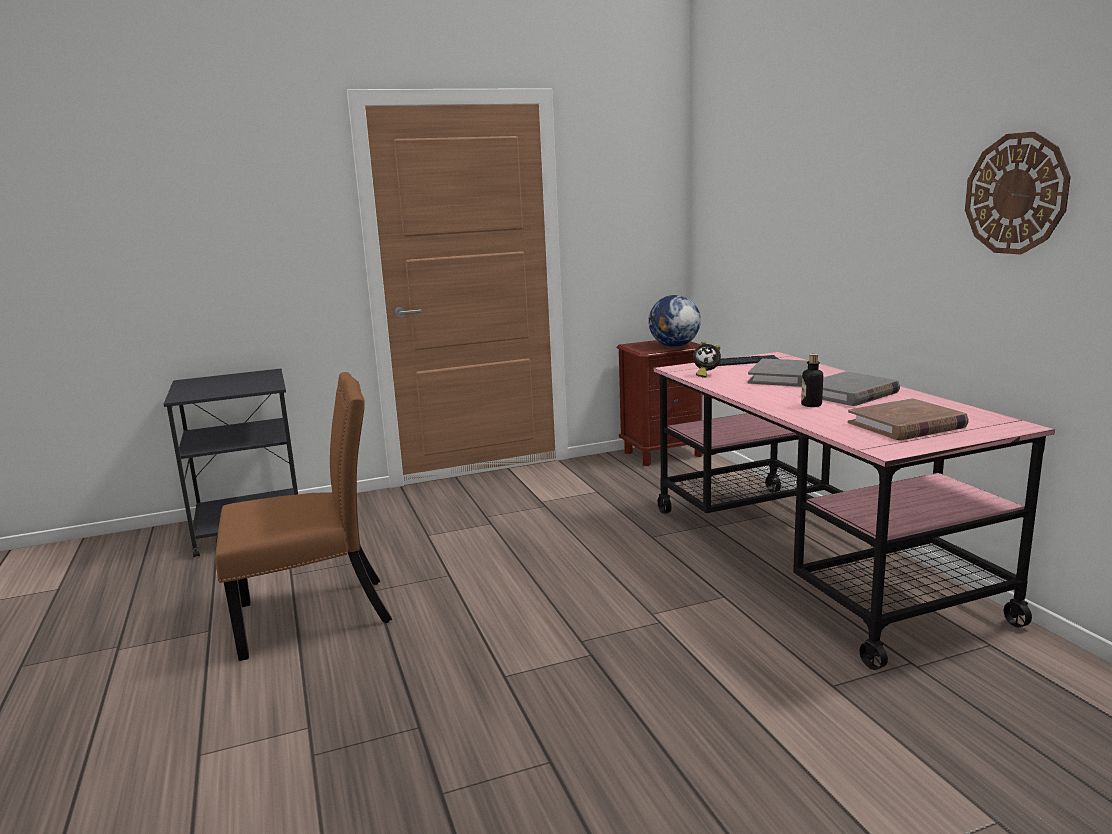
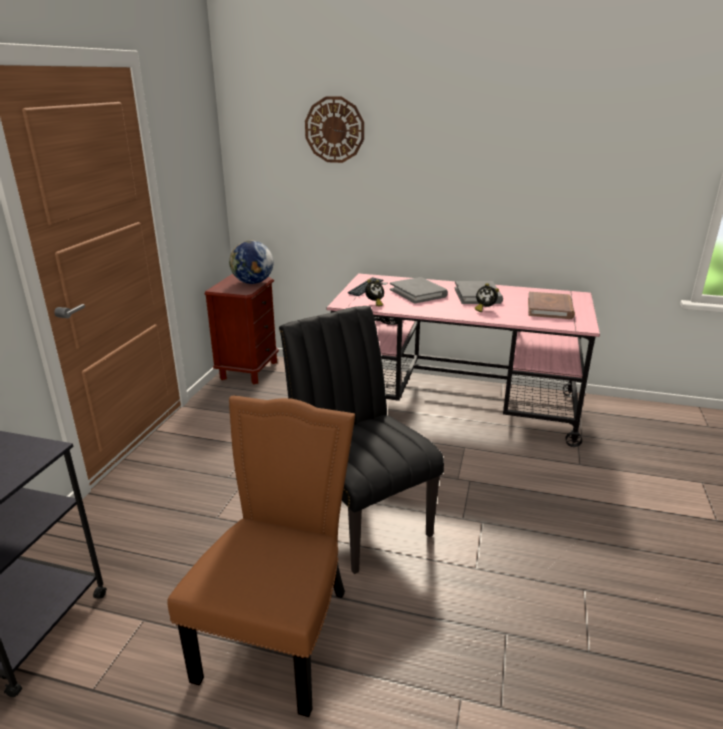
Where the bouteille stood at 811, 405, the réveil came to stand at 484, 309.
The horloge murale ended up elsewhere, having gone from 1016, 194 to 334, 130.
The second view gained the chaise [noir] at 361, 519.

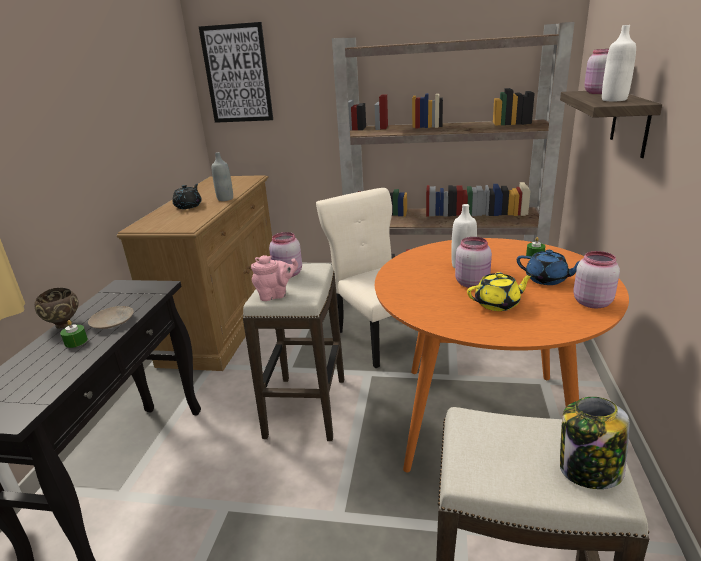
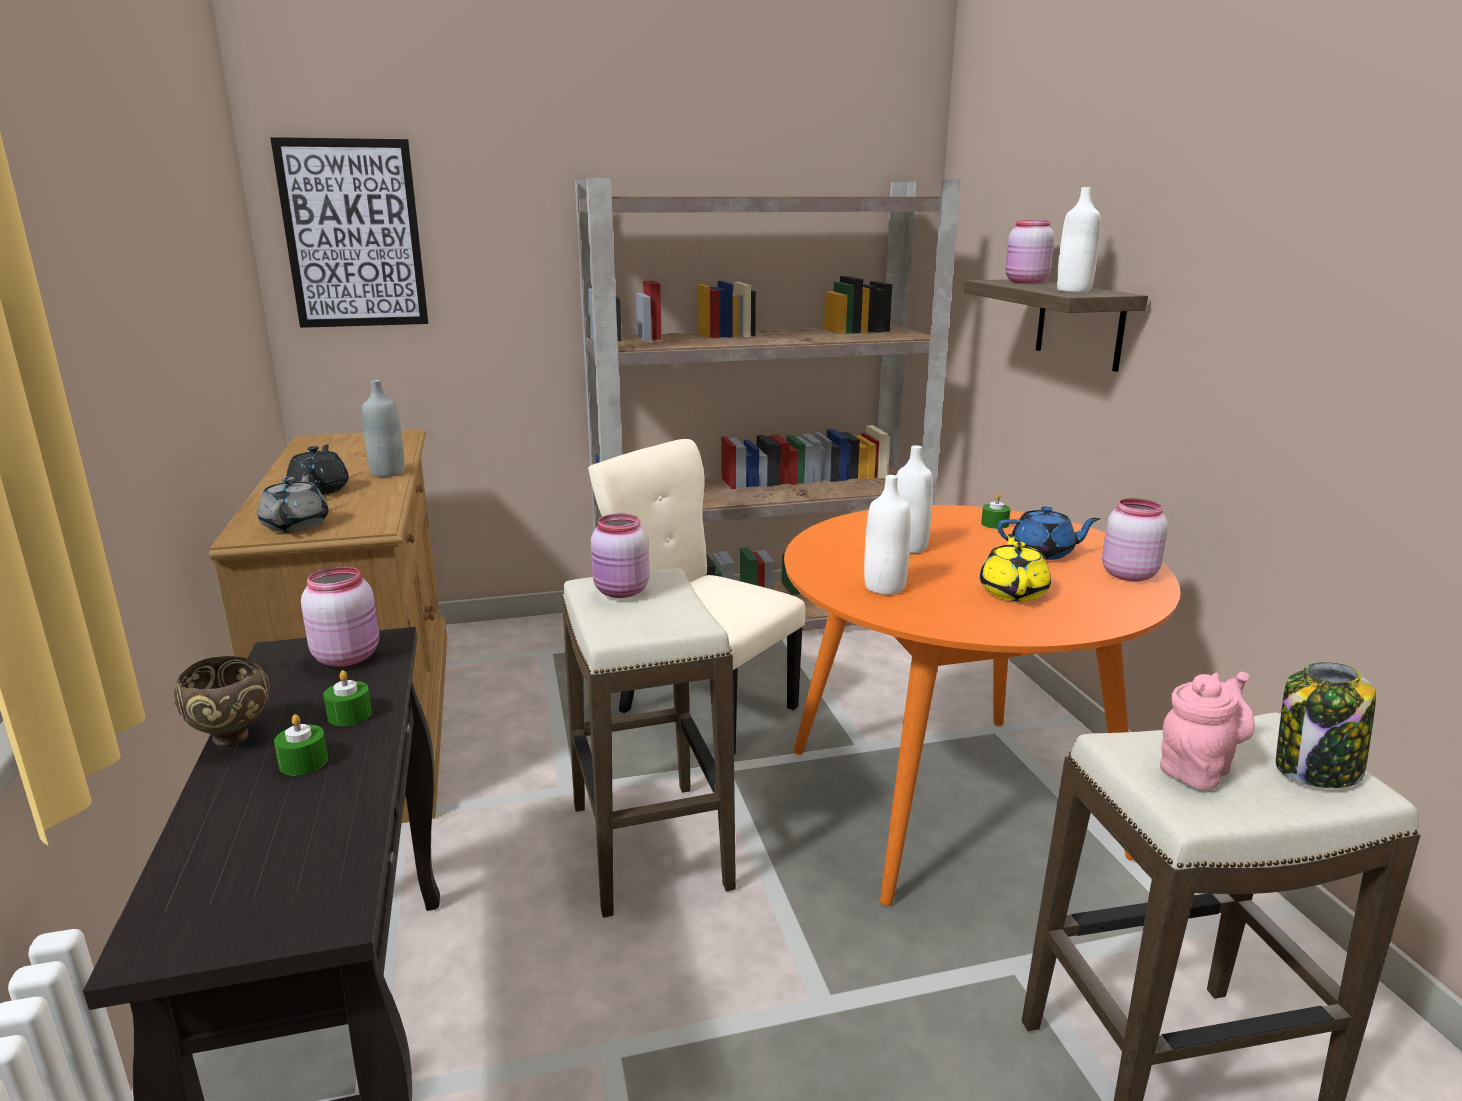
Where the assiette [beige] stood at 113, 322, the bougie [vert] came to stand at 349, 715.
The théière [rose] ended up elsewhere, having gone from 275, 295 to 1197, 768.
The bocal [rose] ended up elsewhere, having gone from 472, 283 to 348, 656.
The théière [jaune] at 498, 304 ended up facing another way, 45 degrees counterclockwise from before.
The second view gained the théière [gris] at 297, 525.
The second view gained the bouteille [blanc] at 884, 587.

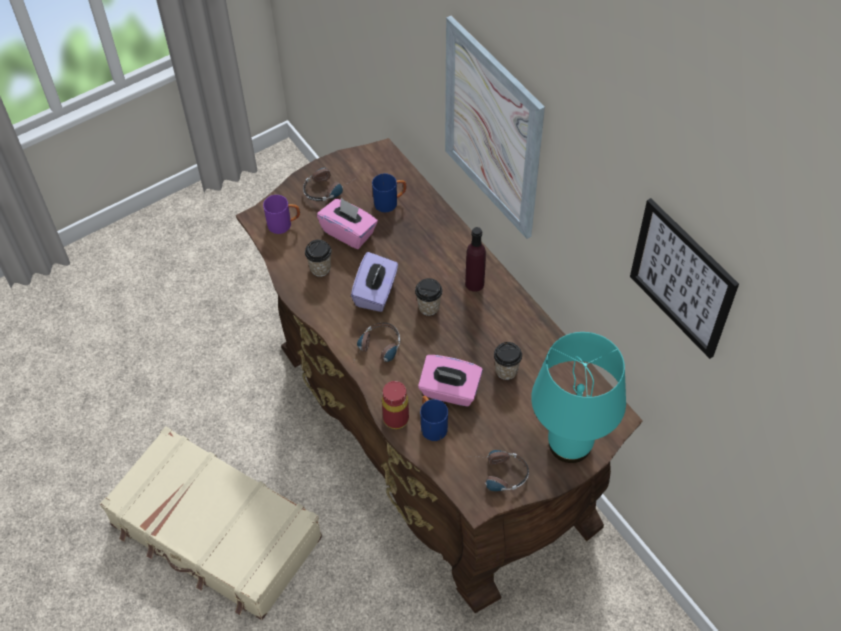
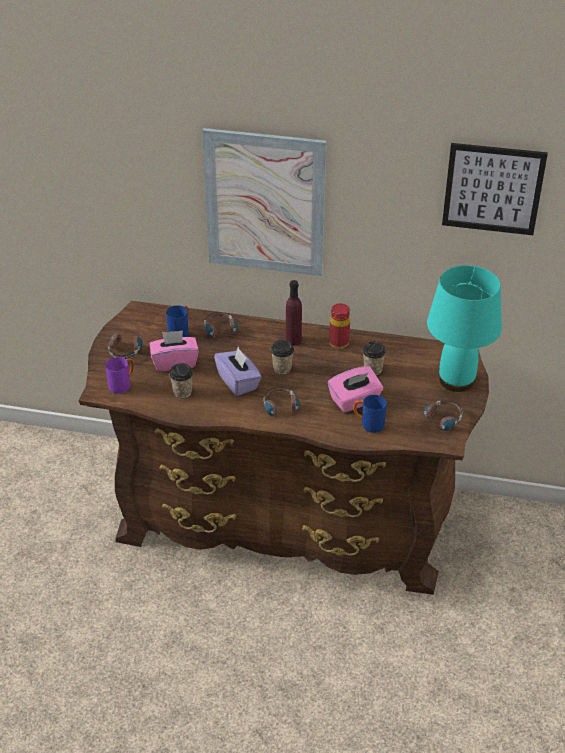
The second view lost the valise [beige] at 215, 533.
The bouteille [rouge] ended up elsewhere, having gone from 396, 419 to 339, 343.
The second view gained the casque audio at 221, 332.

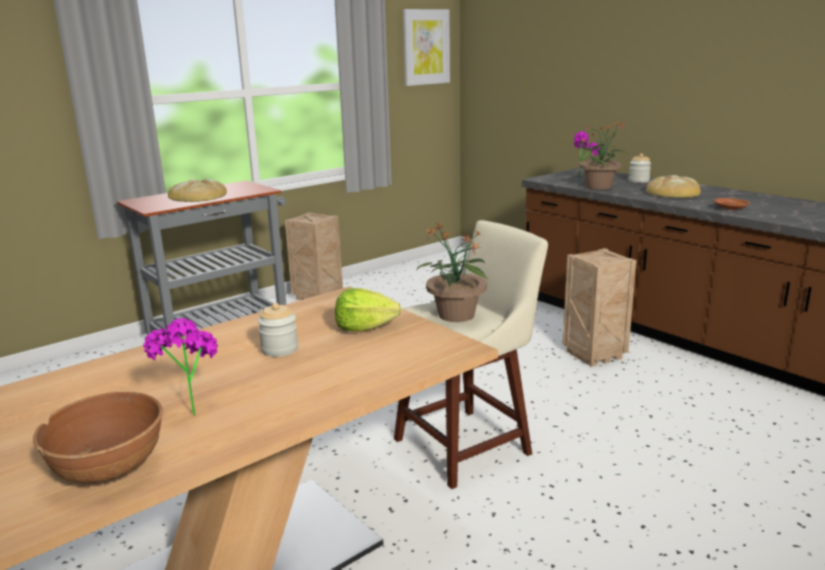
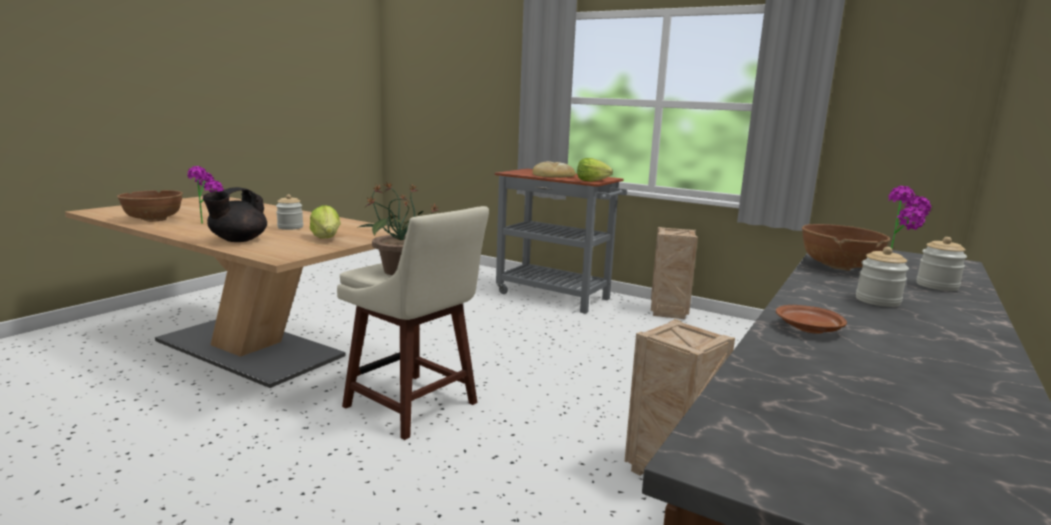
The second view lost the tableau at 426, 47.
Where the plante en pot stood at 599, 186, the bol [marron] came to stand at 838, 266.
Where the pain stood at 673, 192, the bocal came to stand at 877, 301.
The second view gained the théière [noir] at 238, 240.
The second view gained the laitue at 591, 181.

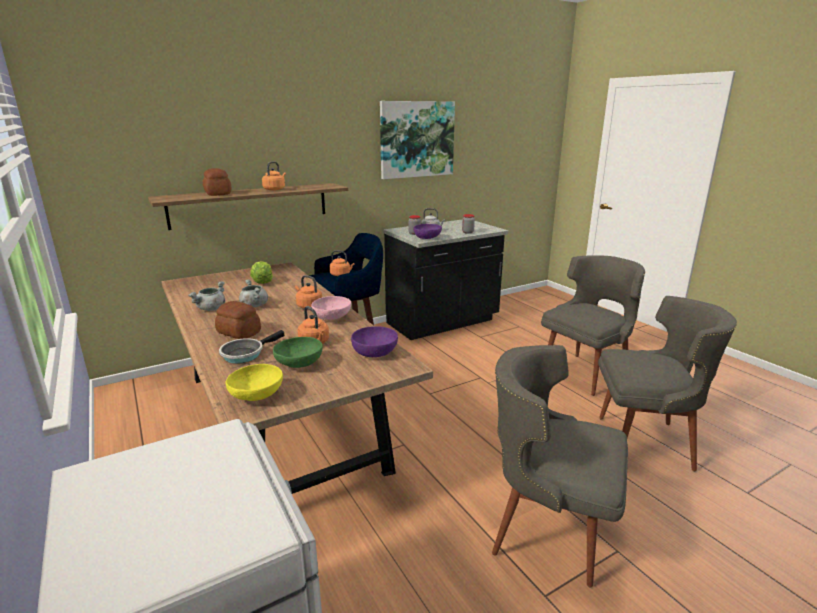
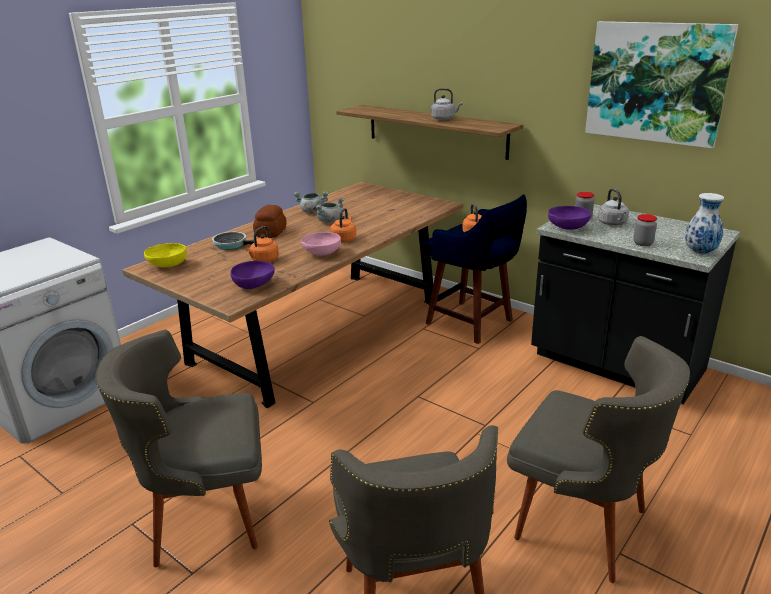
The second view lost the pain at 217, 193.
The second view lost the laitue at 262, 282.
What was the bouilloire [orange] at 275, 189 turned into the bouilloire [gris] at 444, 119.
The second view lost the bol [vert] at 299, 365.
The chaise [gris] at 549, 533 ended up facing another way, 105 degrees counterclockwise from before.
The second view gained the vase at 700, 252.

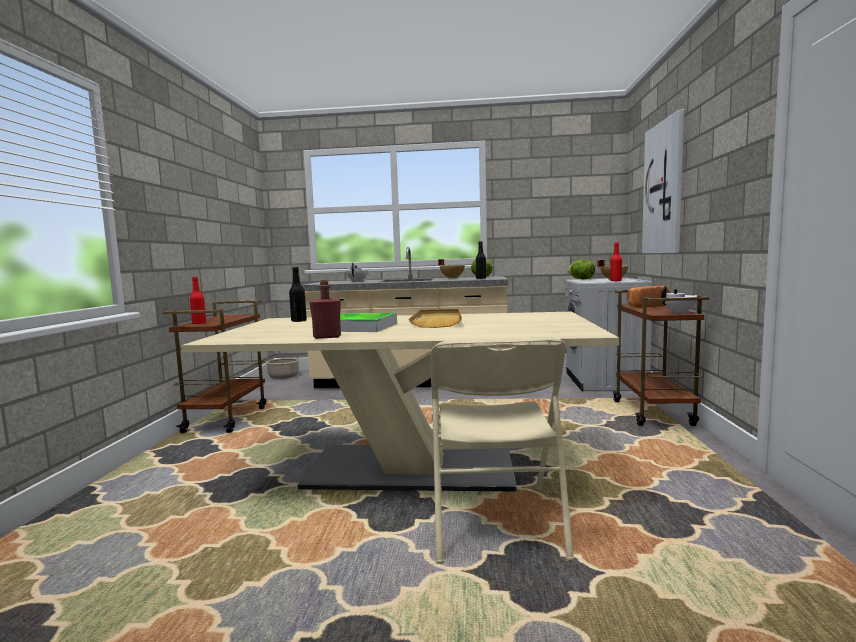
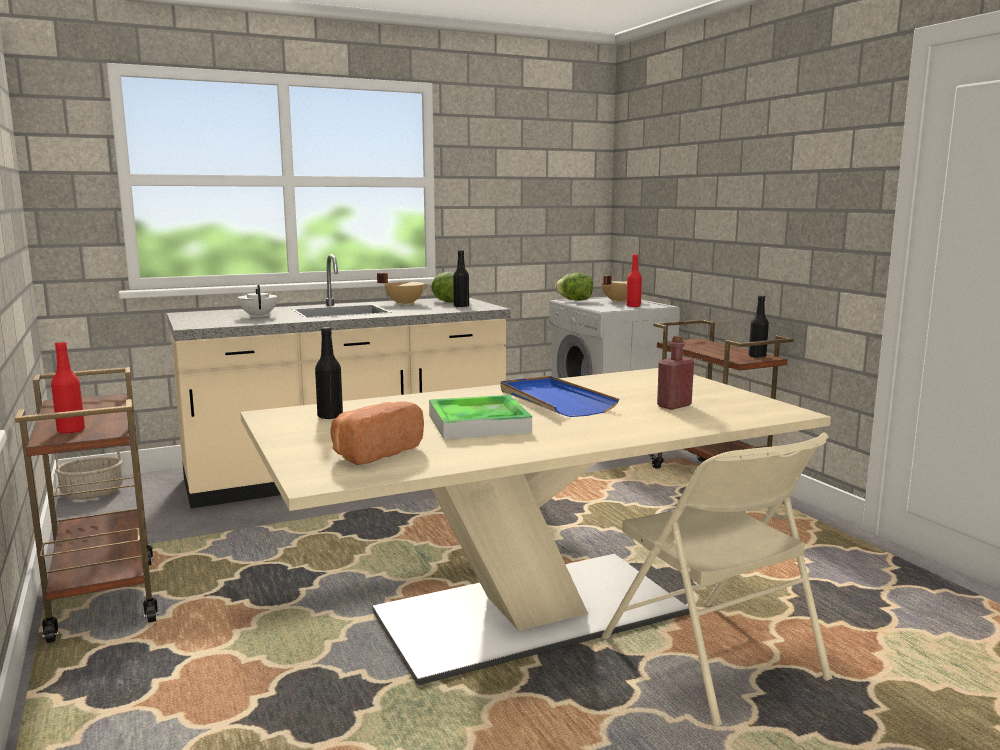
The bouteille [rouge] ended up elsewhere, having gone from 327, 337 to 674, 406.
What was the plateau [beige] at 437, 321 turned into the plateau [bleu] at 554, 400.
The pain ended up elsewhere, having gone from 645, 306 to 374, 452.
The second view lost the tableau at 664, 188.
Where the théière [blanc] stood at 679, 312, the bouteille [noir] came to stand at 757, 356.

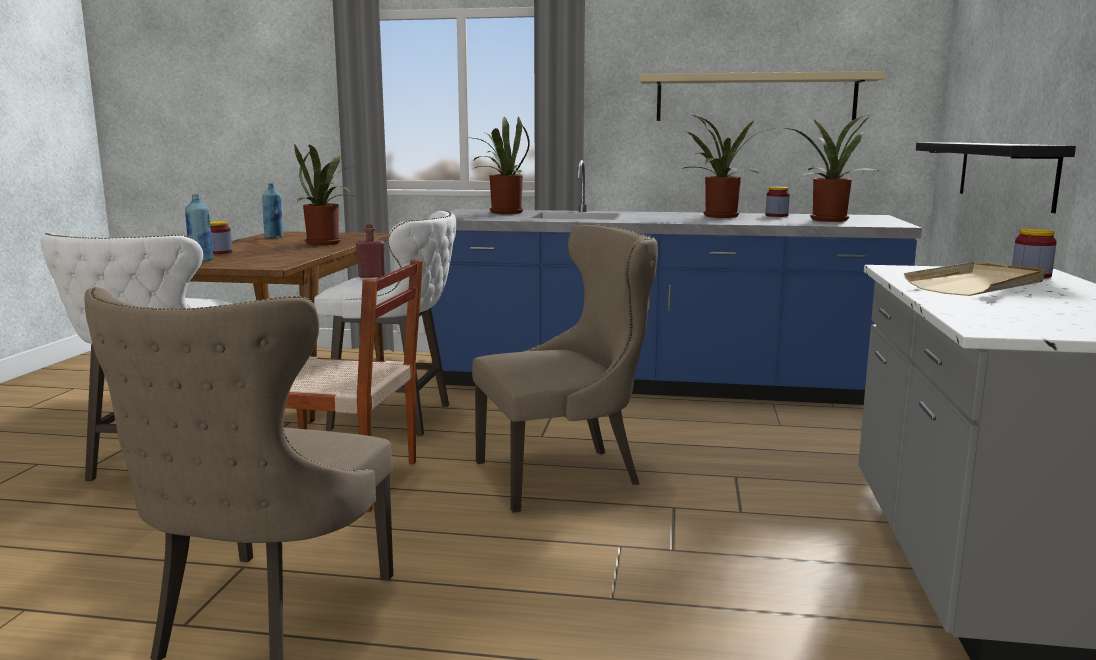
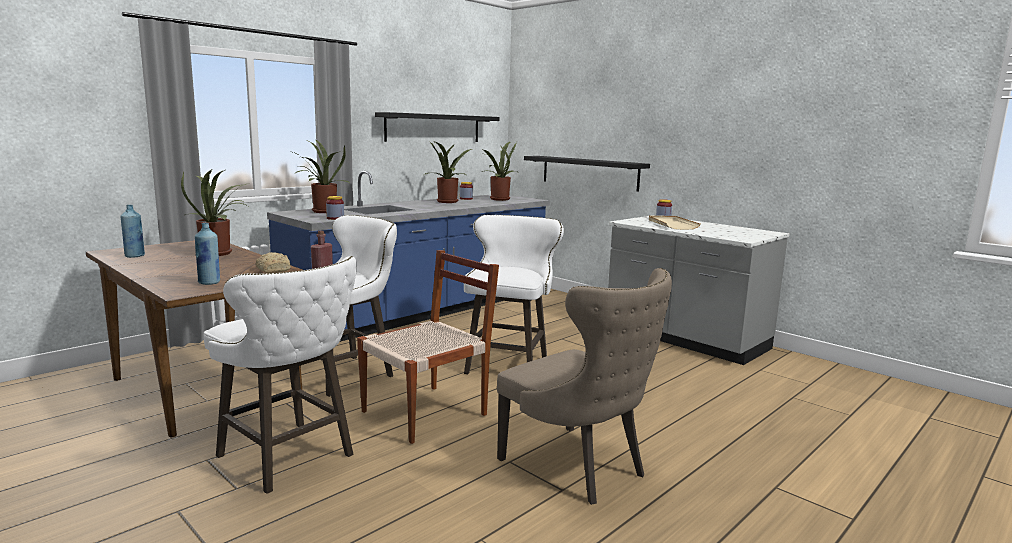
The bocal ended up elsewhere, having gone from 219, 252 to 335, 218.
Where the chaise [beige] stood at 564, 475, the tabouret [blanc] came to stand at 508, 364.
What was the étagère [beige] at 755, 98 turned into the étagère [noir] at 433, 128.
The second view gained the pain at 273, 270.

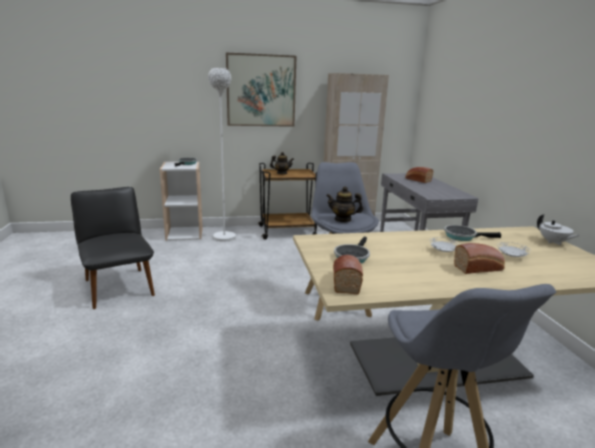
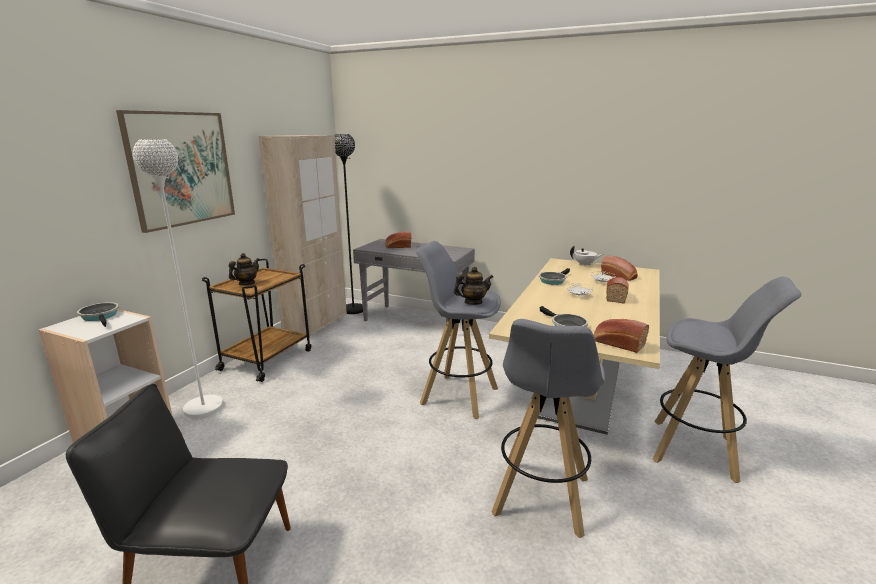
The théière at 343, 219 ended up facing another way, 150 degrees counterclockwise from before.
The second view gained the lampadaire [noir] at 353, 309.
The second view gained the tabouret [gris] at 540, 497.
The second view gained the pain at 619, 276.

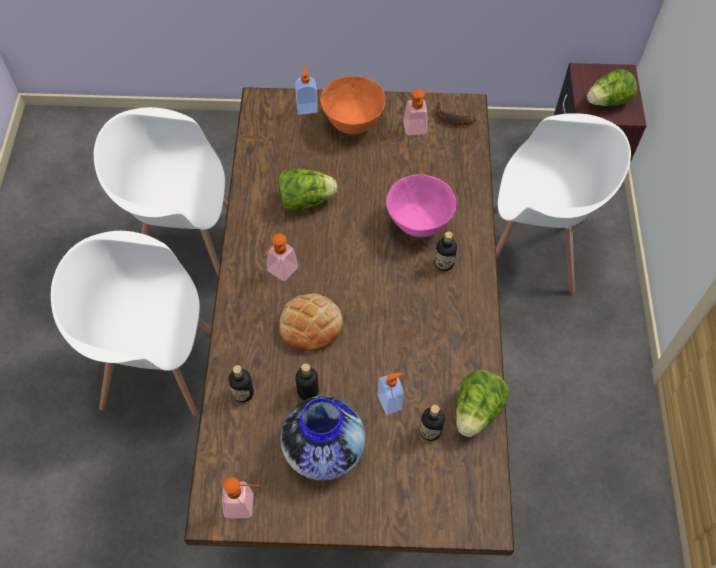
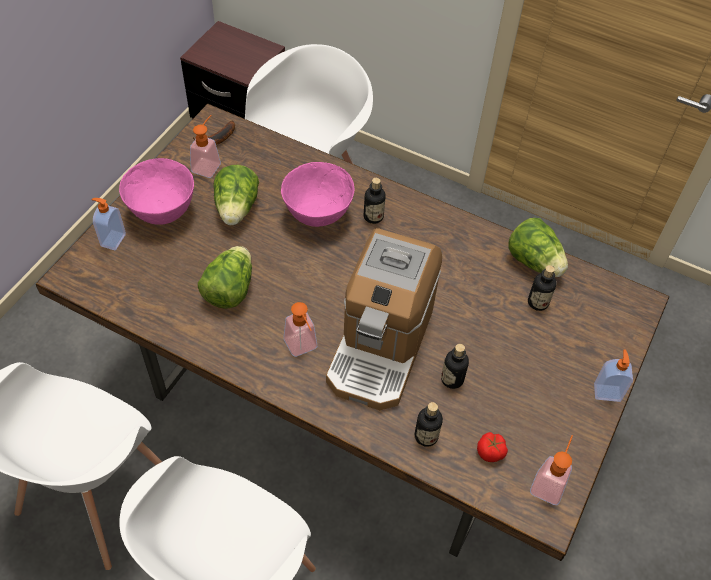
Where the pain stood at 310, 325, the machine à café came to stand at 380, 347.
The second view lost the vase at 323, 448.
What was the bol [orange] at 353, 123 turned into the bol [rose] at 163, 212.
The distributeur de savon ended up elsewhere, having gone from 390, 402 to 607, 392.
The laitue ended up elsewhere, having gone from 608, 101 to 237, 209.
The second view gained the tomate at 490, 452.

